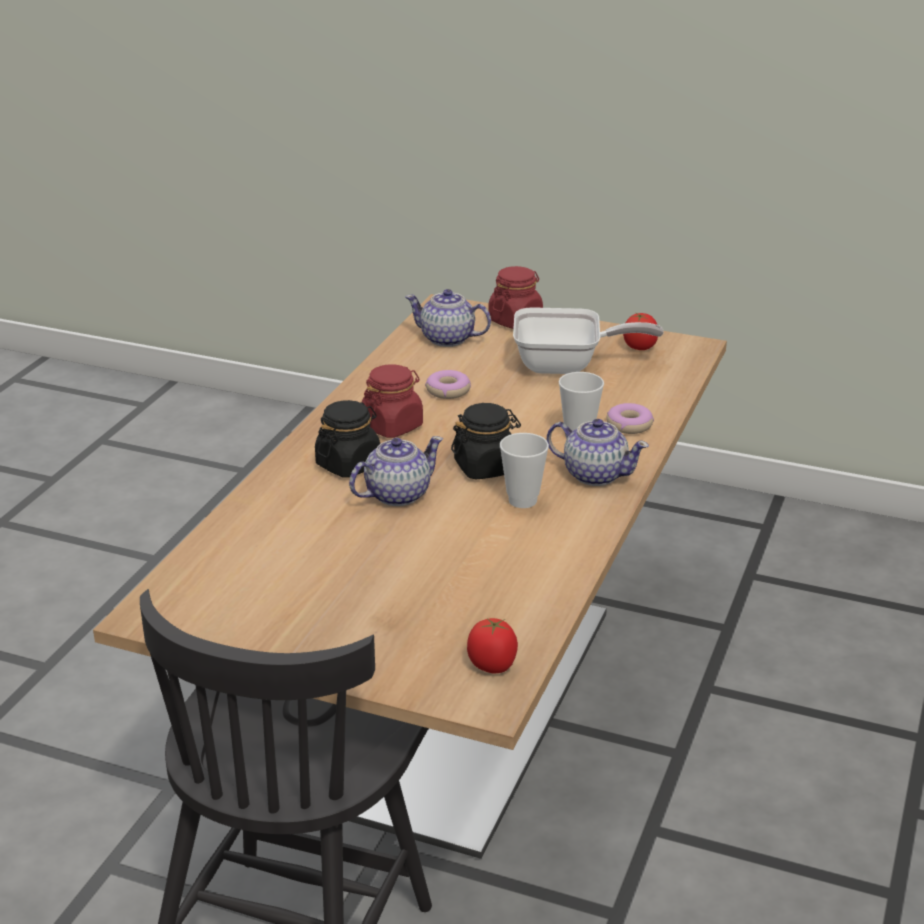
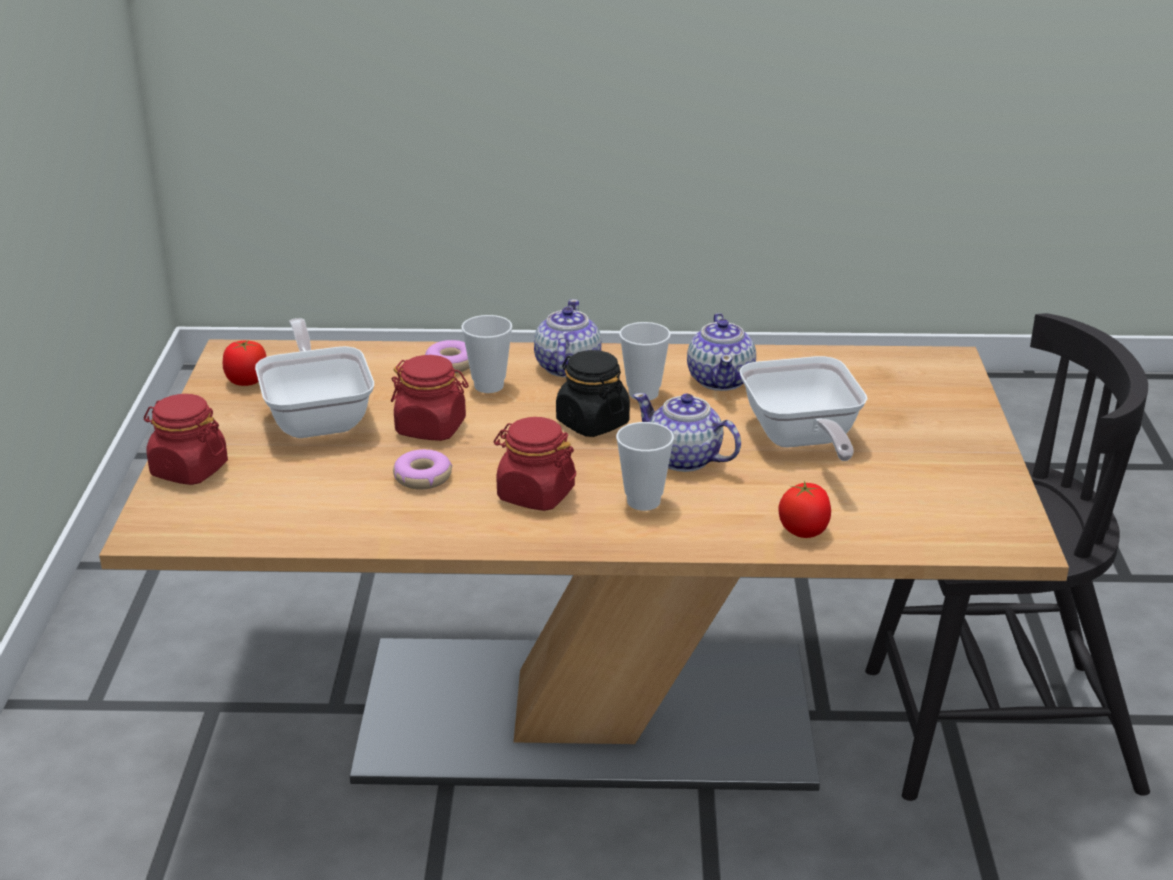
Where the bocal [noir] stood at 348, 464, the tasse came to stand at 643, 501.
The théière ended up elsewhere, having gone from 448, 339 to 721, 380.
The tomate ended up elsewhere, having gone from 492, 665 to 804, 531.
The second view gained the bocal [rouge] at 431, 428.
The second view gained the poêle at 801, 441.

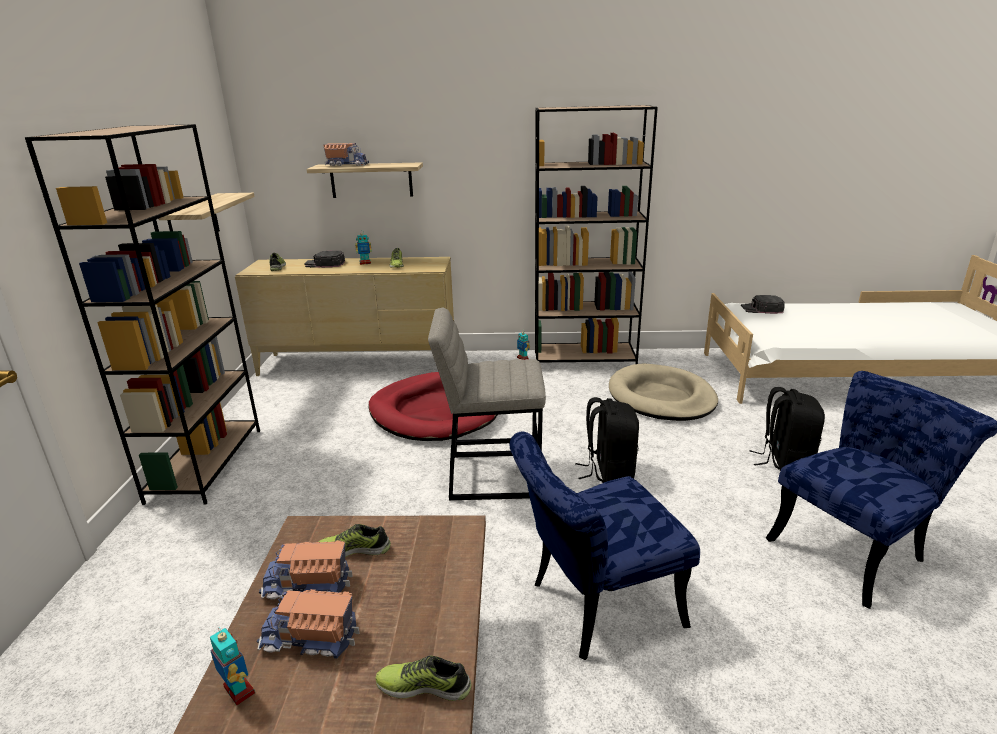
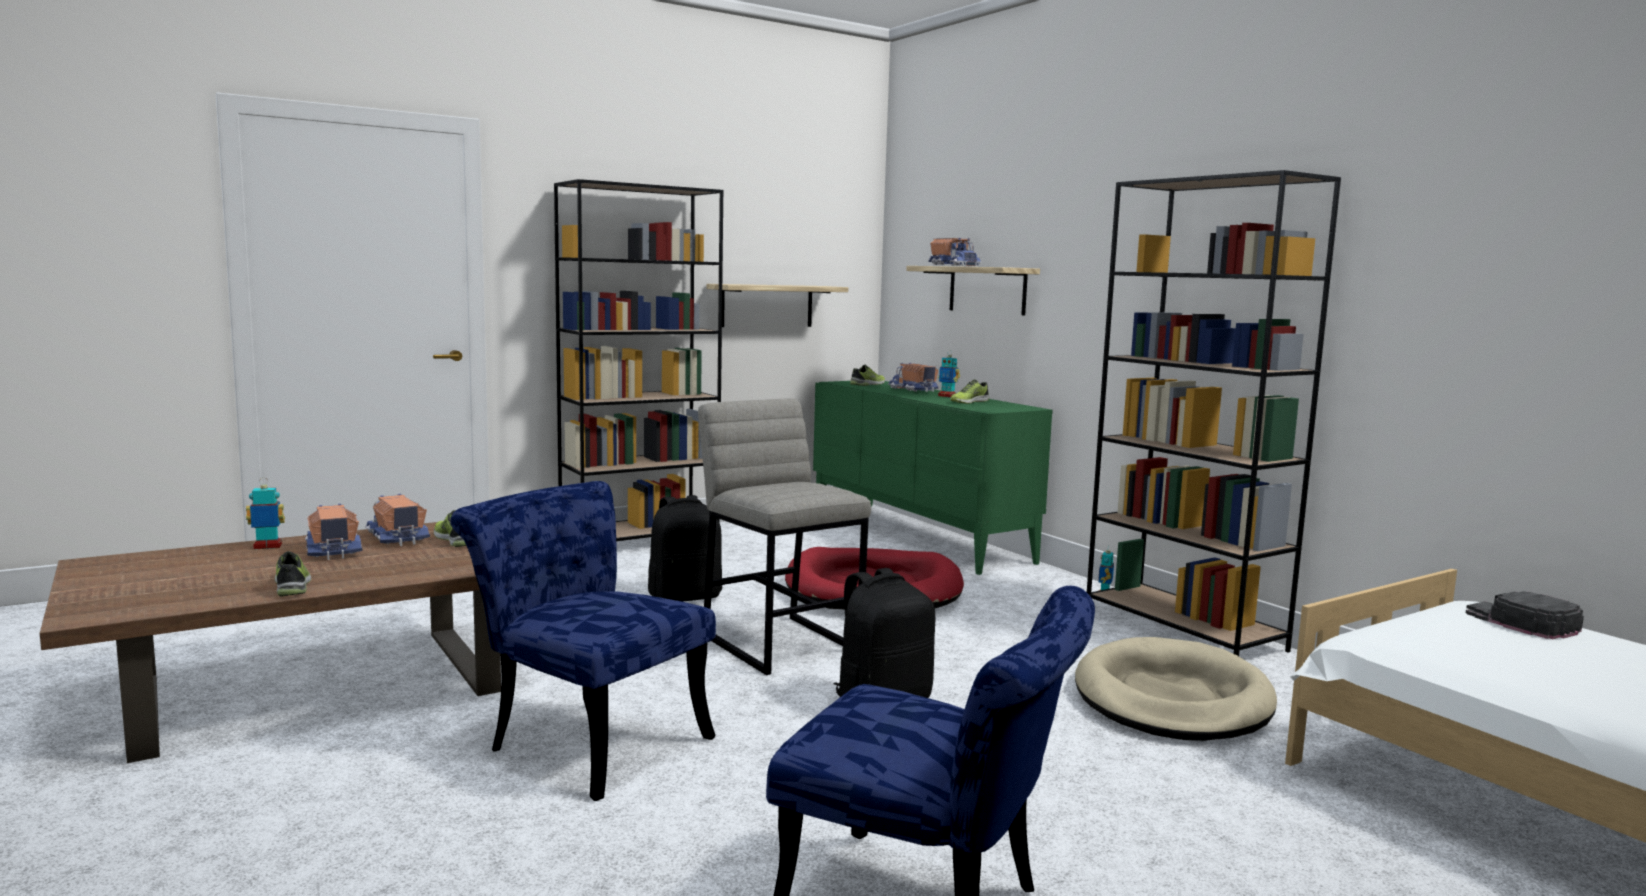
The robot jouet at 238, 691 ended up facing another way, 120 degrees counterclockwise from before.
What was the commode [beige] at 360, 363 turned into the commode [vert] at 919, 536.
Where the casquette [noir] stood at 325, 264, the camion jouet came to stand at 912, 390.
The sac à dos [noir] ended up elsewhere, having gone from 784, 462 to 685, 597.

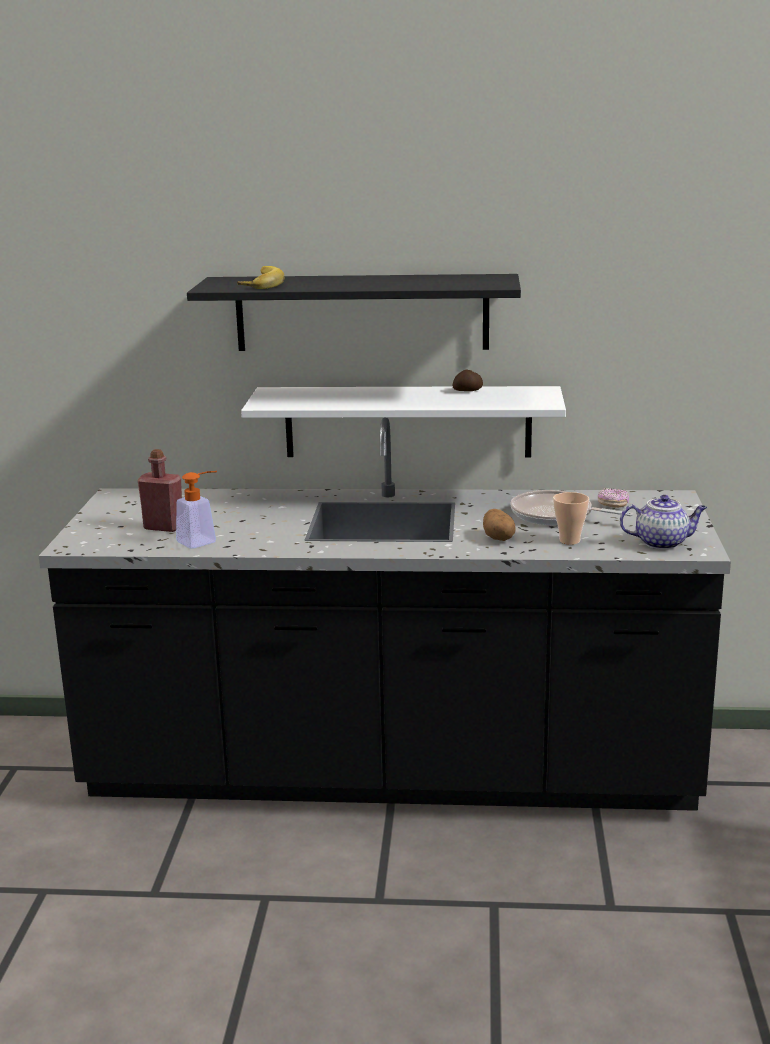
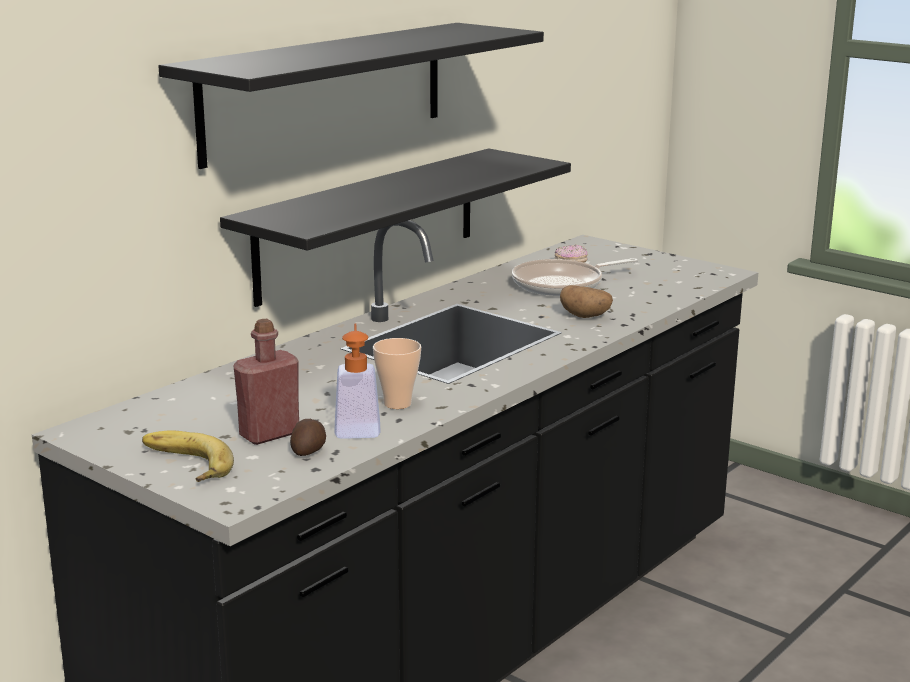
The banane ended up elsewhere, having gone from 259, 283 to 182, 465.
What was the étagère [blanc] at 407, 421 turned into the étagère [noir] at 369, 224.
The pomme de terre ended up elsewhere, having gone from 468, 391 to 310, 450.
The tasse ended up elsewhere, having gone from 569, 541 to 397, 403.
The second view lost the théière at 662, 543.

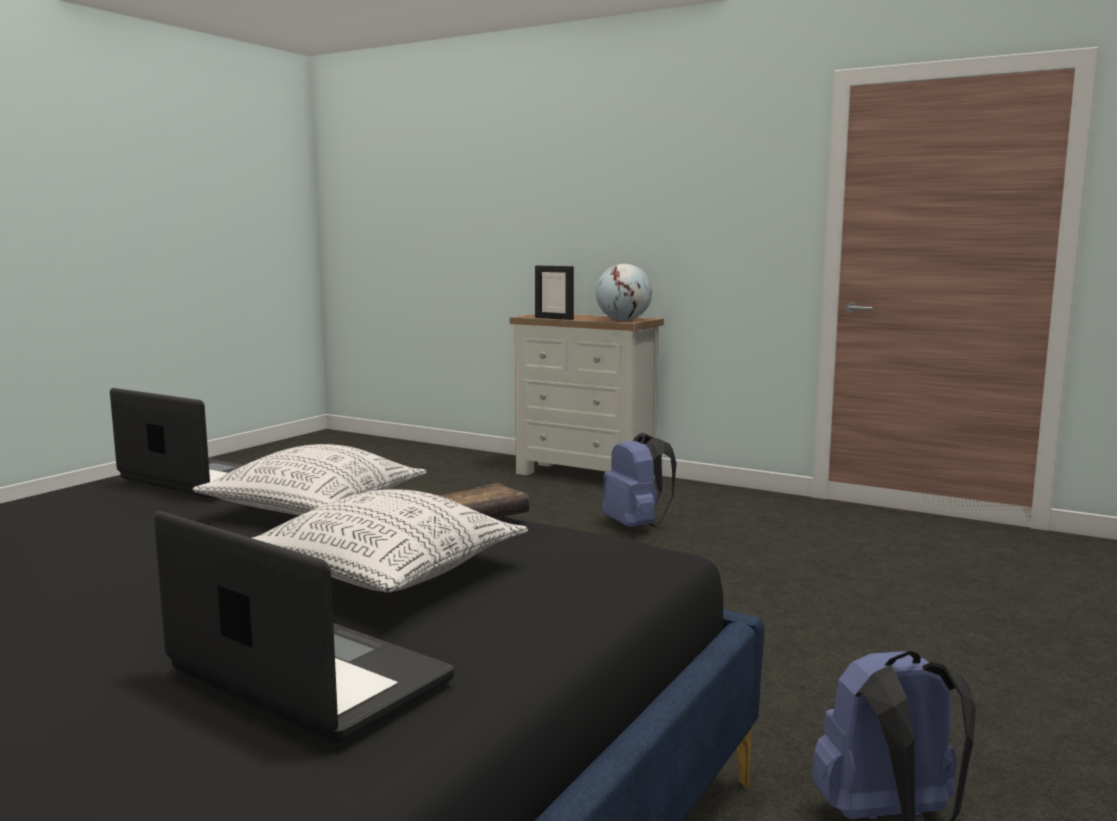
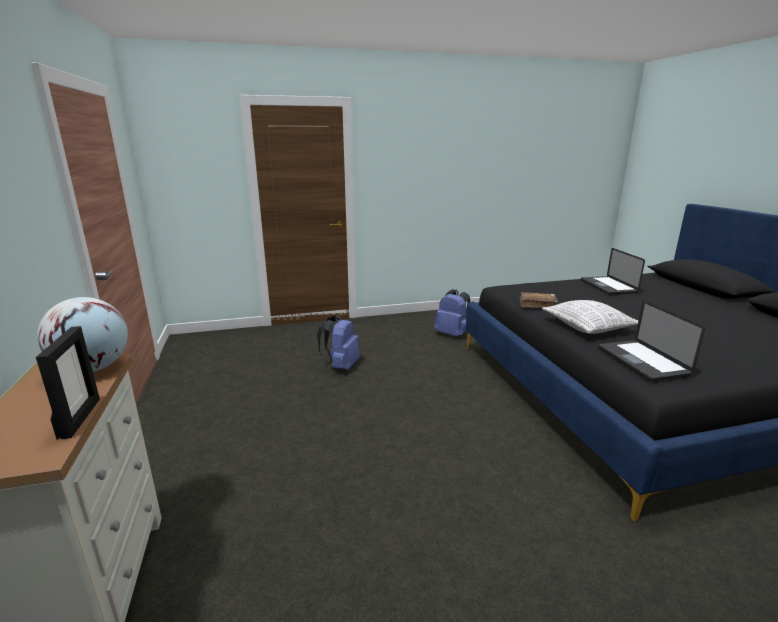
The second view lost the coussin at 385, 574.
The sac à dos [bleu] ended up elsewhere, having gone from 636, 526 to 341, 366.

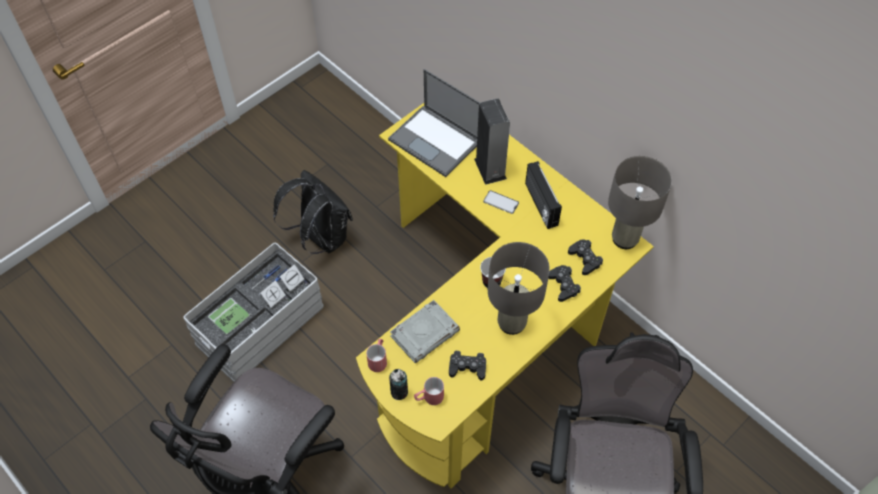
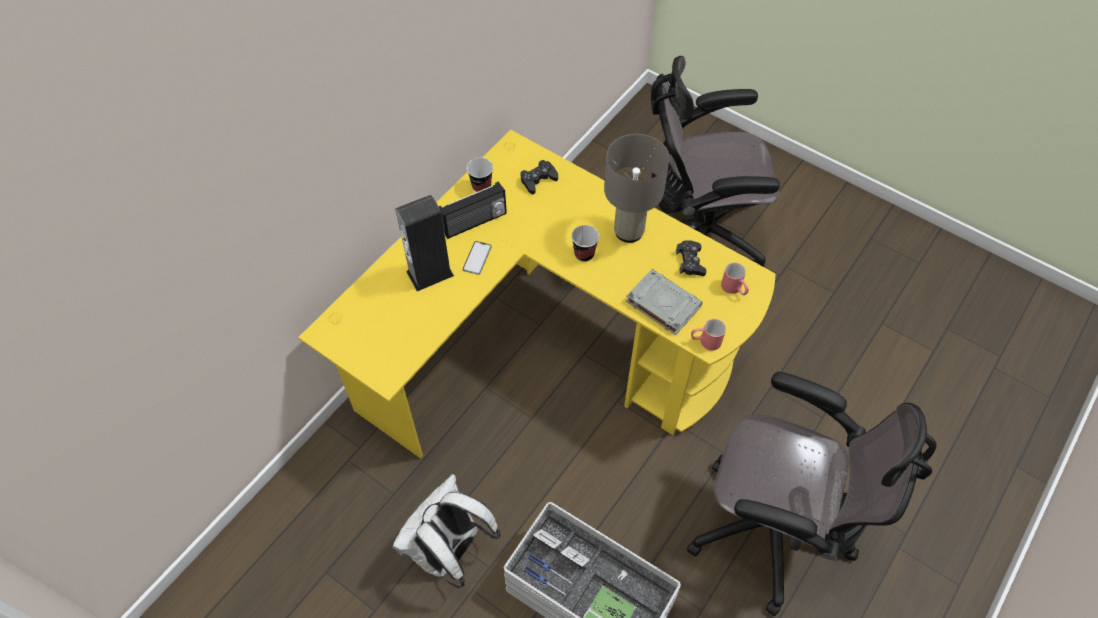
What was the sac à dos [noir] at 320, 238 turned into the sac à dos [blanc] at 450, 552.
The second view lost the ordinateur portable at 436, 141.
The second view lost the boîte métallique at 399, 392.
The second view lost the manette [noir] at 563, 285.
The second view lost the lampe de table [gris] at 624, 238.
The second view gained the tasse at 481, 186.

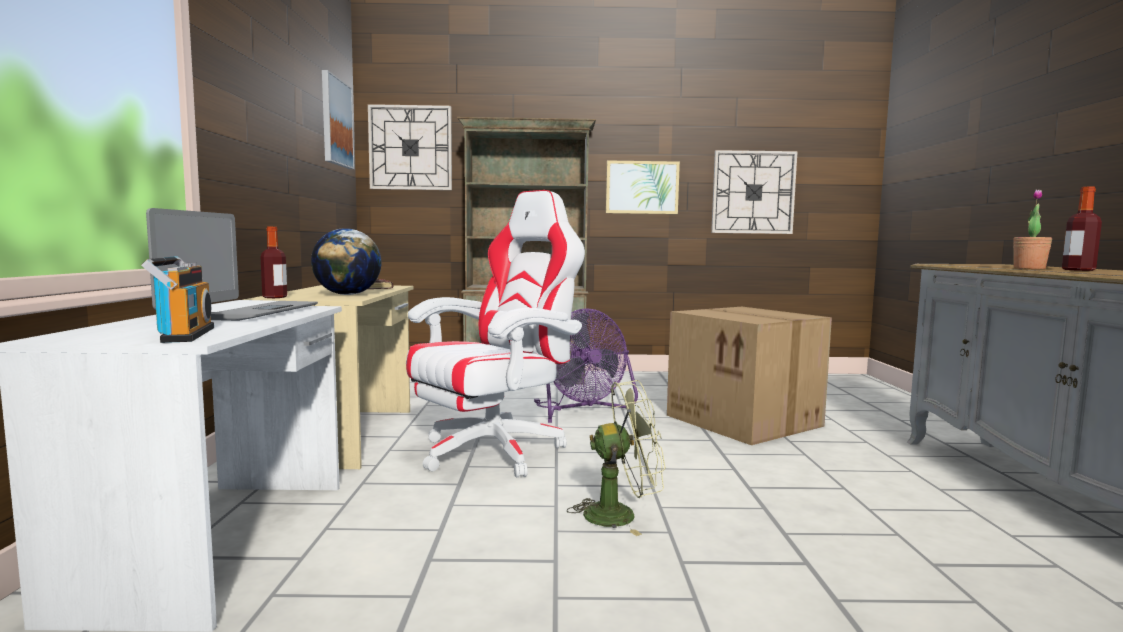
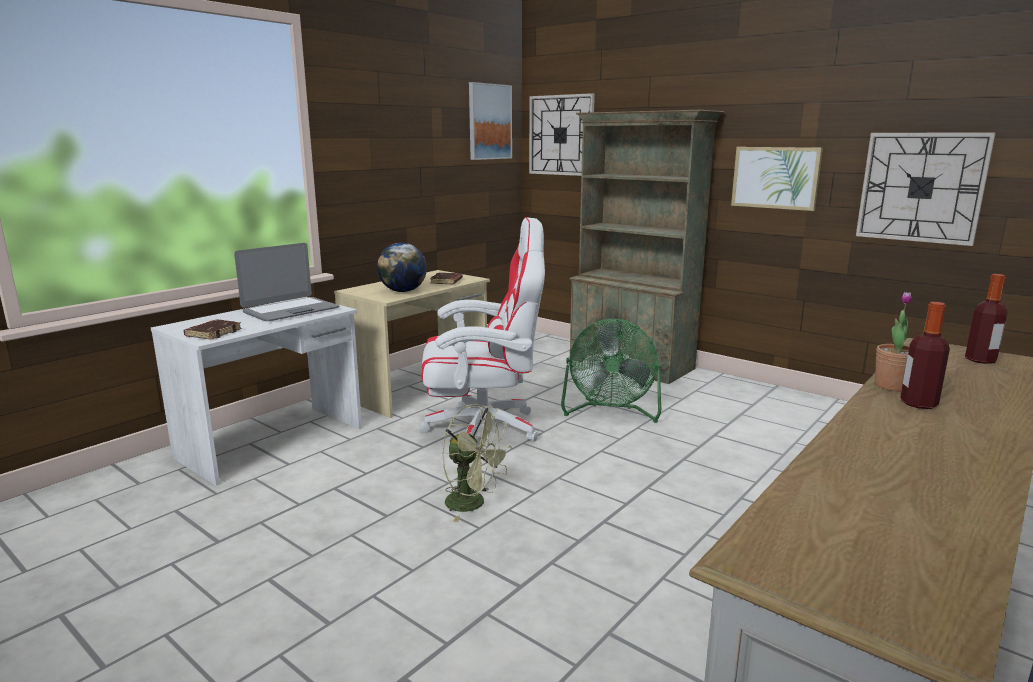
Where the radio stood at 183, 335, the livre [marron] came to stand at 213, 333.
The bouteille ended up elsewhere, having gone from 275, 297 to 980, 360.
What was the ventilateur [violet] at 578, 411 turned into the ventilateur [vert] at 607, 411.
The second view lost the carton at 746, 421.

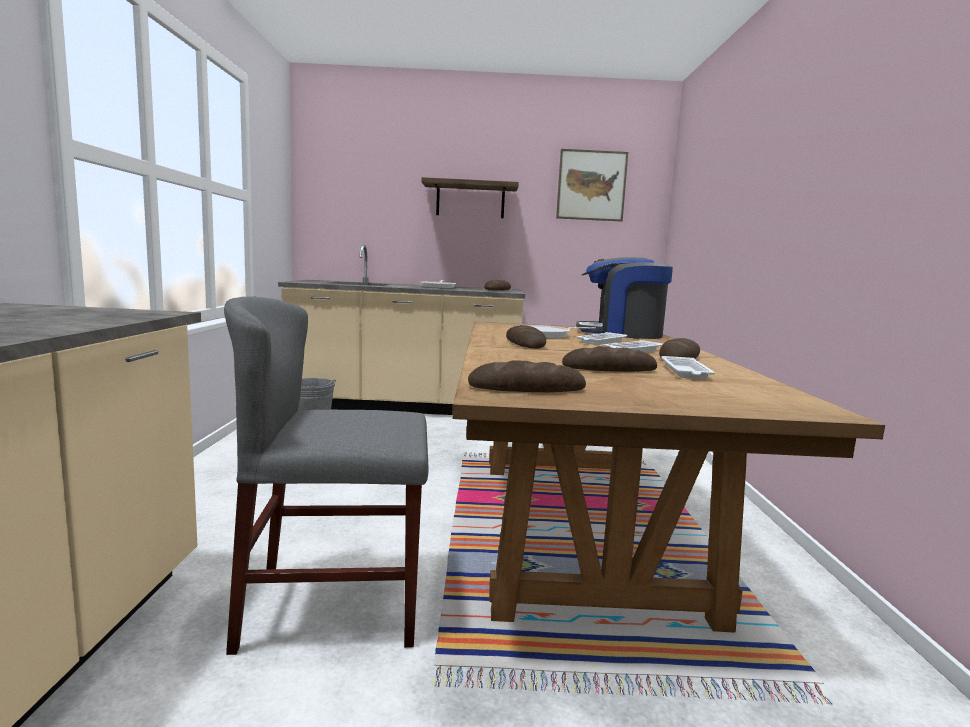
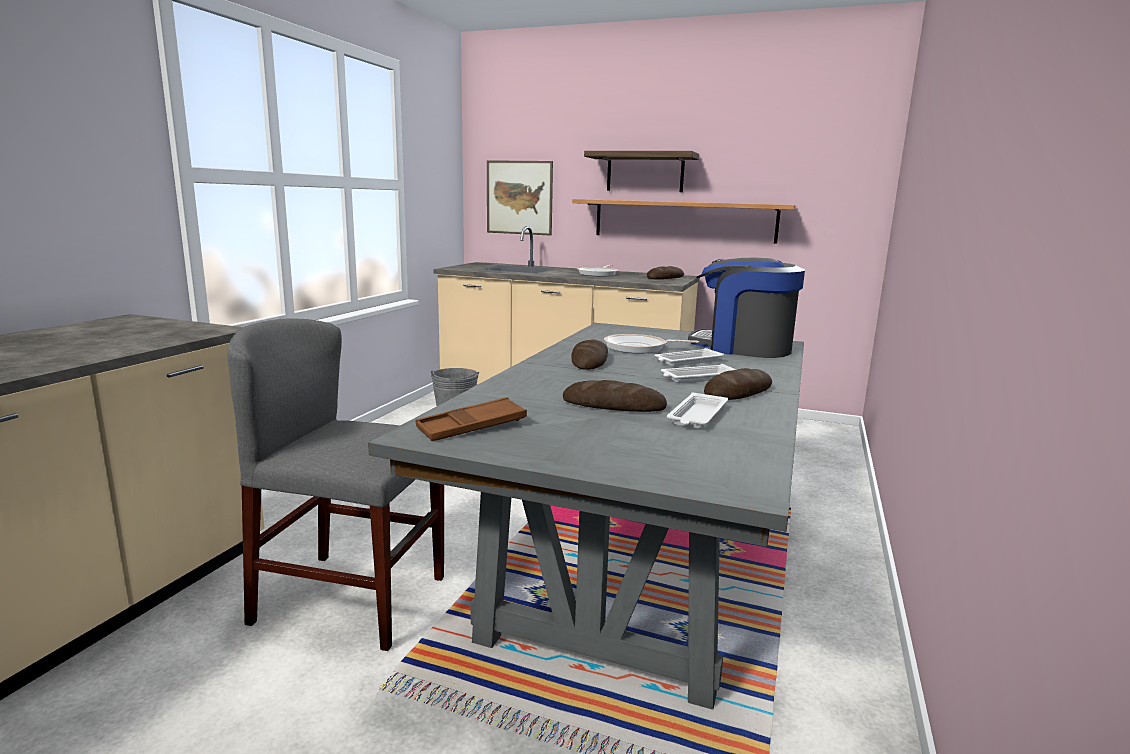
What was the table à manger [marron] at 580, 532 turned into the table à manger [gris] at 637, 569.
Where the pain stood at 526, 388, the plateau [marron] came to stand at 472, 427.
The tableau ended up elsewhere, having gone from 591, 185 to 519, 197.
The second view gained the étagère at 684, 220.

